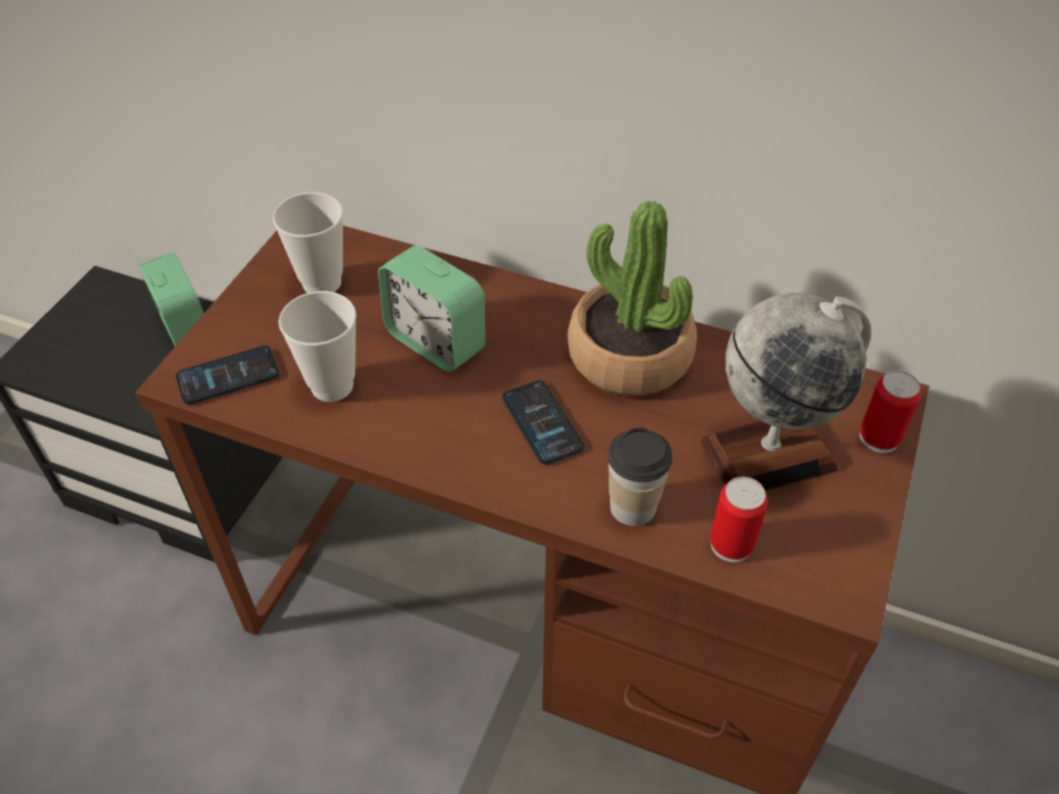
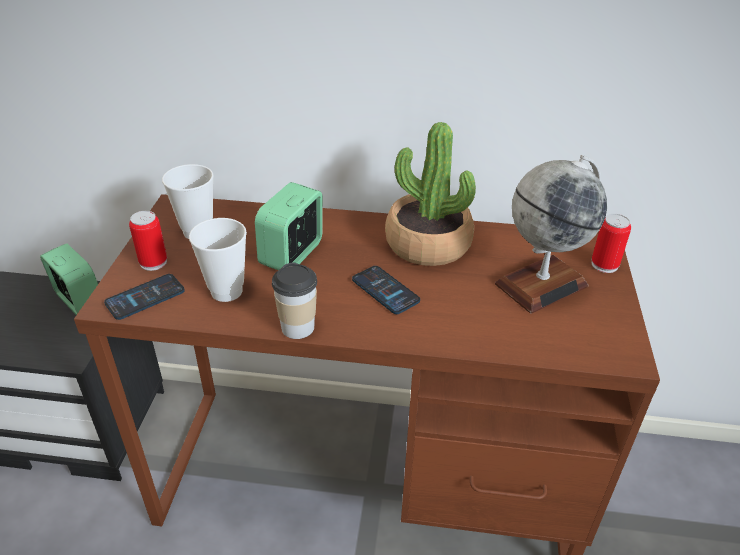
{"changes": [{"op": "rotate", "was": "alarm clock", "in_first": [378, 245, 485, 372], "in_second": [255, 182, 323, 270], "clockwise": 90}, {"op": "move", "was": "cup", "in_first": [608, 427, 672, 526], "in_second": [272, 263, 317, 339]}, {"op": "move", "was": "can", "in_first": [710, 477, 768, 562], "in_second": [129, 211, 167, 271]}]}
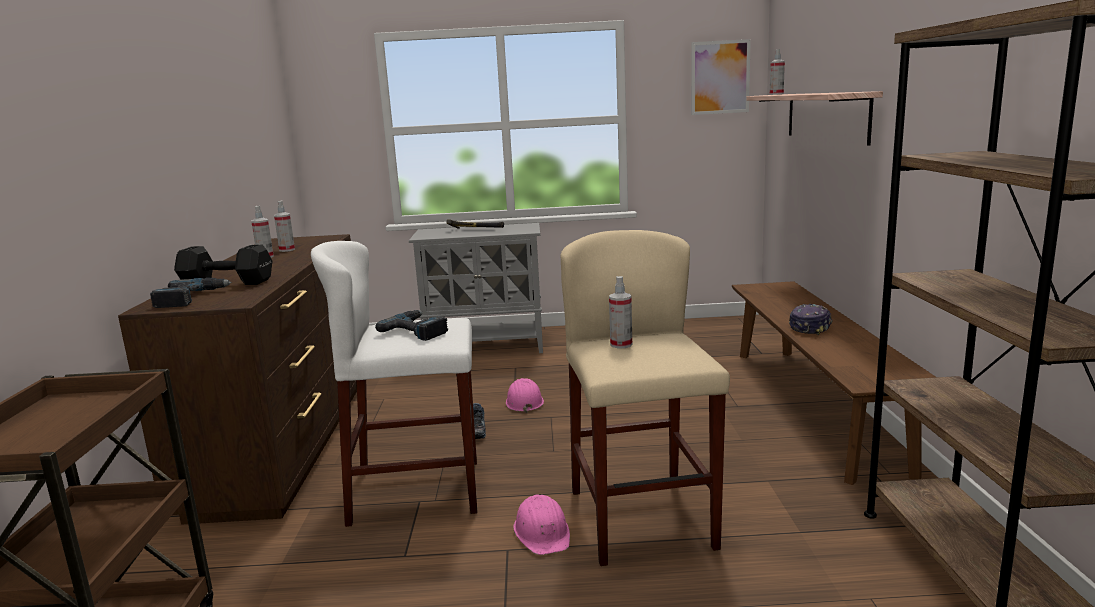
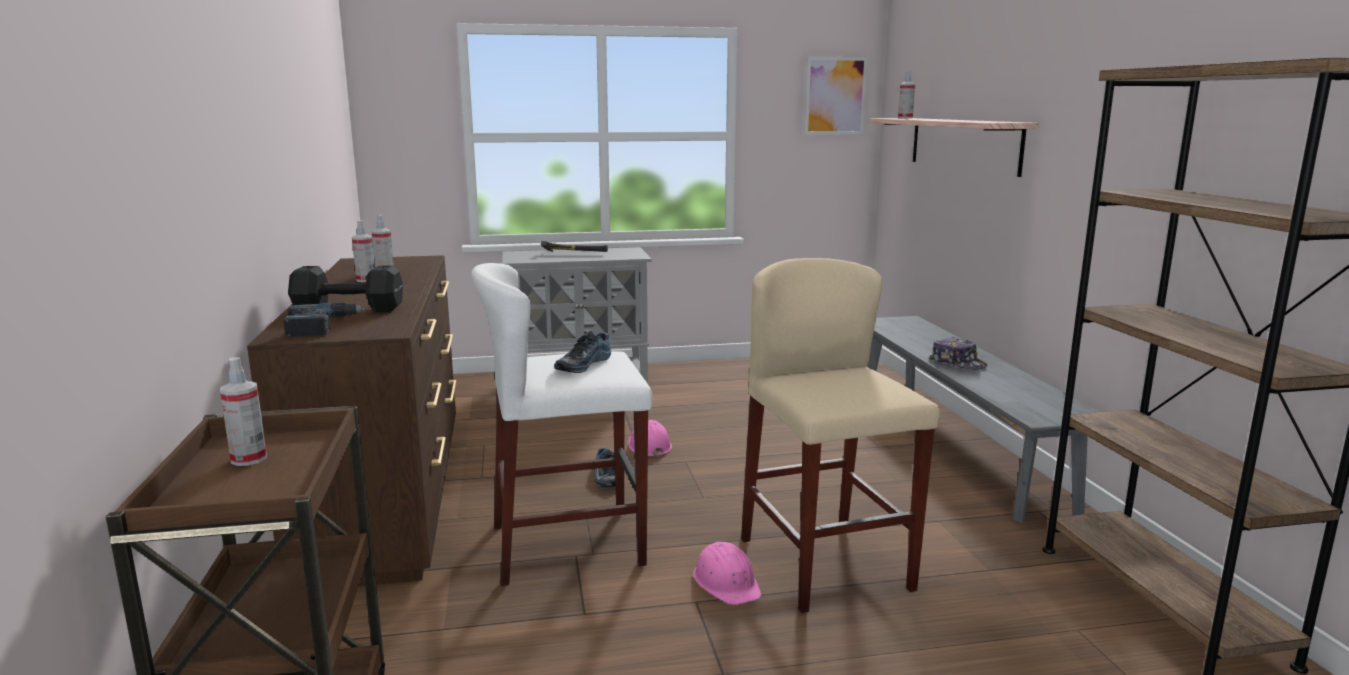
{"changes": [{"op": "replace", "was": "power drill", "now": "shoe", "in_first": [375, 310, 448, 341], "in_second": [554, 330, 611, 373]}, {"op": "move", "was": "spray bottle", "in_first": [609, 276, 632, 348], "in_second": [220, 357, 267, 466]}, {"op": "recolor", "was": "brown bench", "now": "grey bench", "in_first": [732, 281, 936, 485], "in_second": [868, 316, 1102, 523]}, {"op": "rotate", "was": "cap", "in_first": [789, 304, 833, 335], "in_second": [930, 337, 987, 370], "clockwise": 120}]}
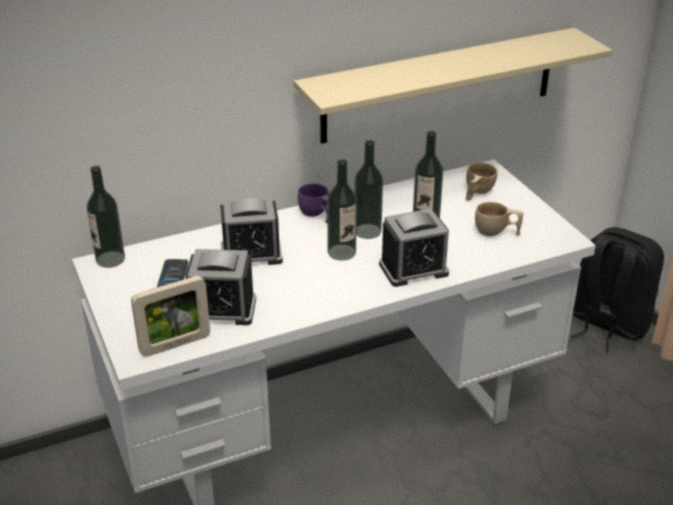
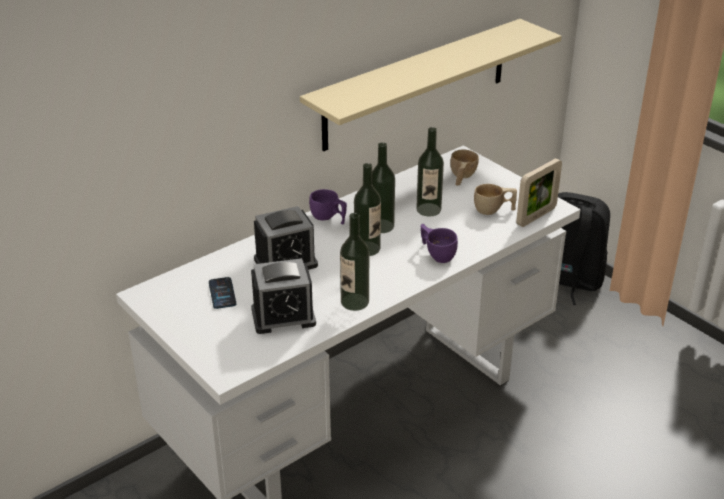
{"changes": [{"op": "move", "was": "bottle", "in_first": [87, 166, 125, 268], "in_second": [340, 213, 369, 311]}, {"op": "move", "was": "picture frame", "in_first": [131, 276, 210, 357], "in_second": [516, 158, 562, 227]}, {"op": "replace", "was": "alarm clock", "now": "purple cup", "in_first": [379, 209, 449, 287], "in_second": [421, 224, 458, 263]}]}
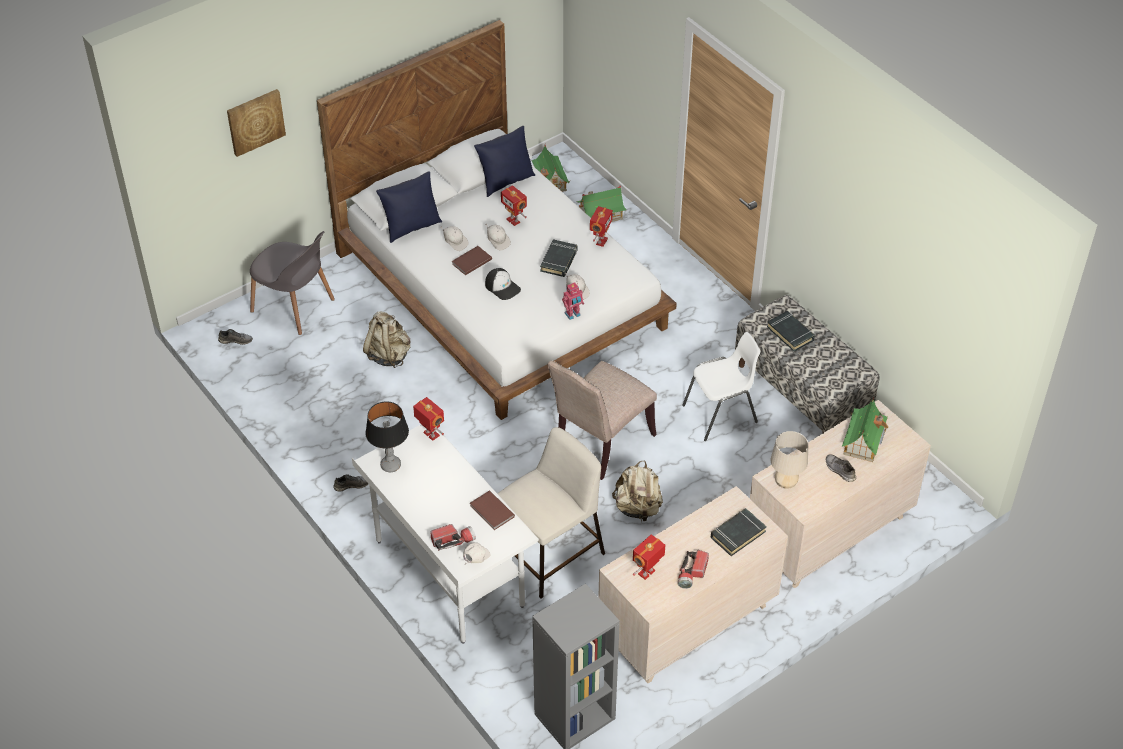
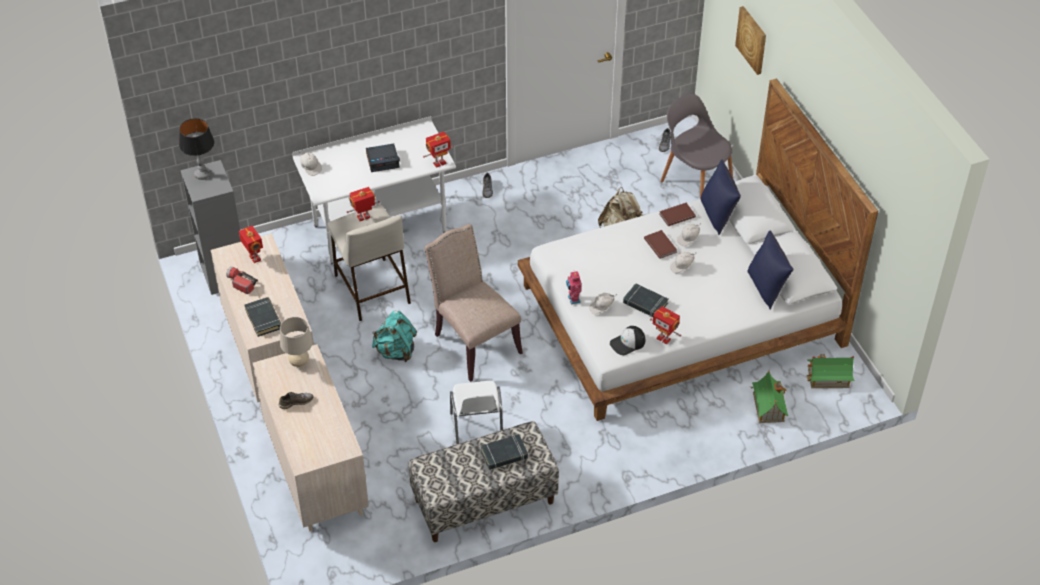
{"changes": [{"op": "rotate", "was": "grey chair", "in_first": [250, 231, 335, 335], "in_second": [660, 94, 733, 199], "clockwise": 90}, {"op": "move", "was": "table lamp", "in_first": [365, 401, 409, 472], "in_second": [179, 118, 214, 180]}, {"op": "delete", "was": "flashlight", "in_first": [430, 524, 476, 551]}, {"op": "move", "was": "brown book", "in_first": [470, 491, 515, 530], "in_second": [659, 203, 696, 226]}, {"op": "move", "was": "cap", "in_first": [485, 268, 521, 300], "in_second": [610, 326, 645, 355]}, {"op": "move", "was": "toy robot", "in_first": [501, 185, 527, 226], "in_second": [347, 187, 380, 221]}, {"op": "recolor", "was": "beige backpack", "now": "turquoise backpack", "in_first": [612, 460, 663, 522], "in_second": [372, 311, 417, 362]}, {"op": "delete", "was": "toy house", "in_first": [842, 398, 888, 462]}, {"op": "insert", "now": "alarm clock", "in_second": [366, 144, 400, 172]}]}
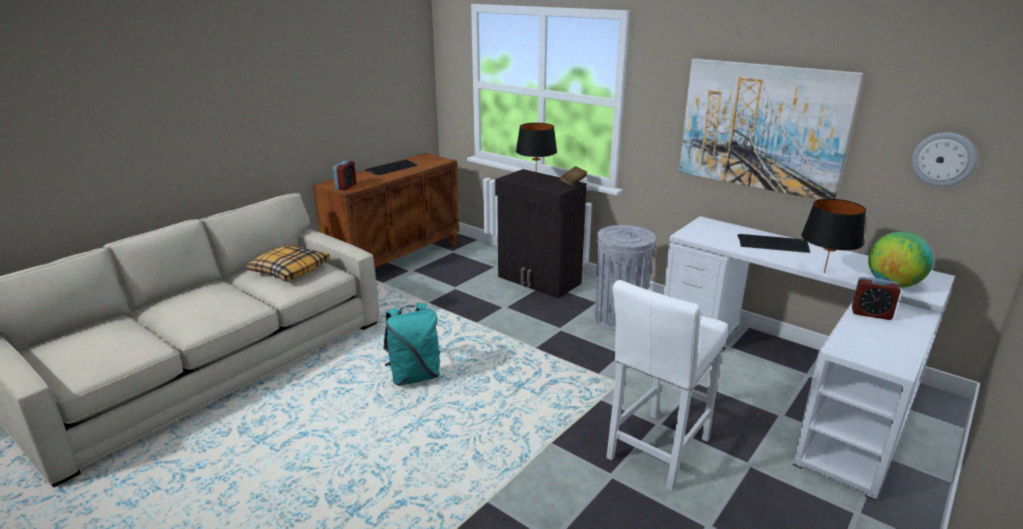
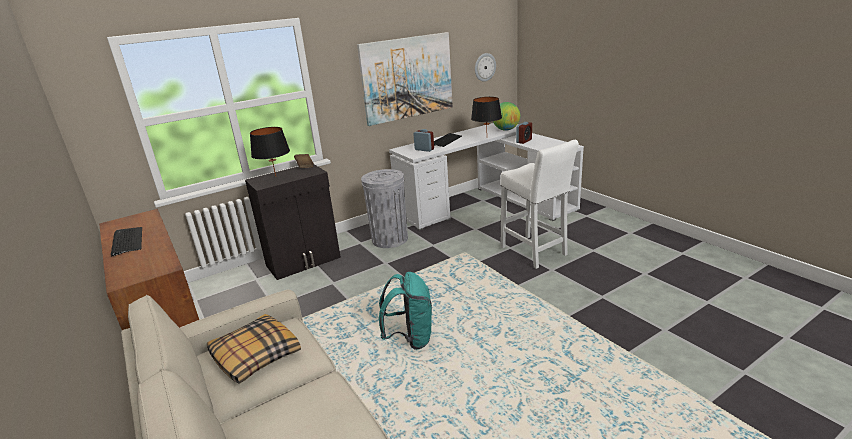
{"changes": [{"op": "move", "was": "alarm clock", "in_first": [333, 161, 356, 191], "in_second": [413, 129, 434, 152]}]}
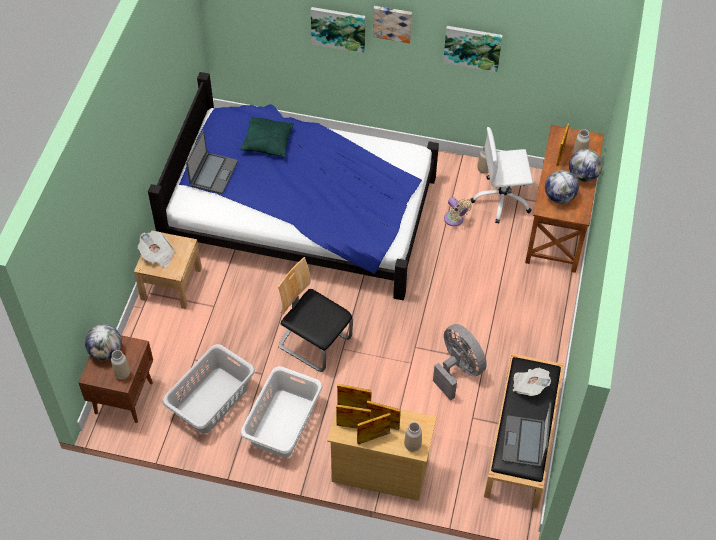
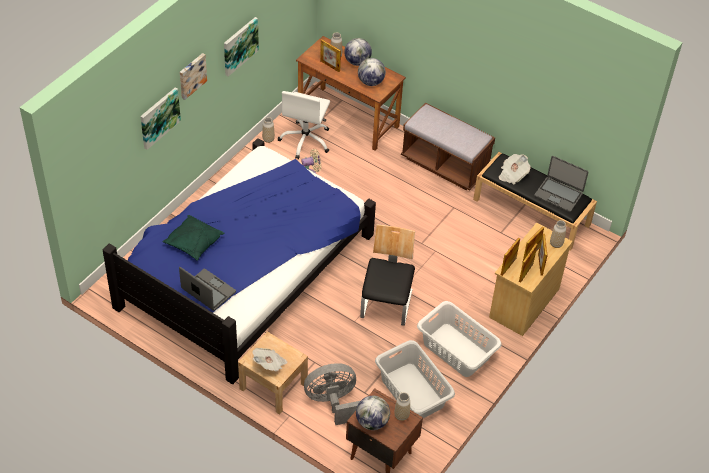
{"changes": [{"op": "rotate", "was": "chair", "in_first": [278, 257, 353, 372], "in_second": [360, 224, 415, 326], "clockwise": 135}, {"op": "move", "was": "grey fan", "in_first": [433, 324, 487, 401], "in_second": [304, 363, 360, 425]}, {"op": "insert", "now": "brown bench", "in_second": [401, 103, 495, 190]}]}
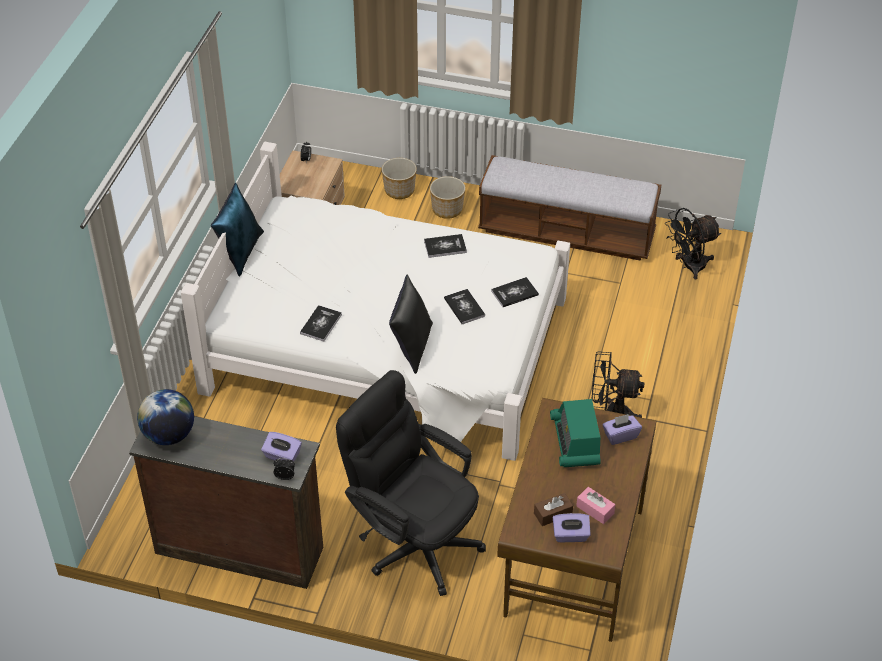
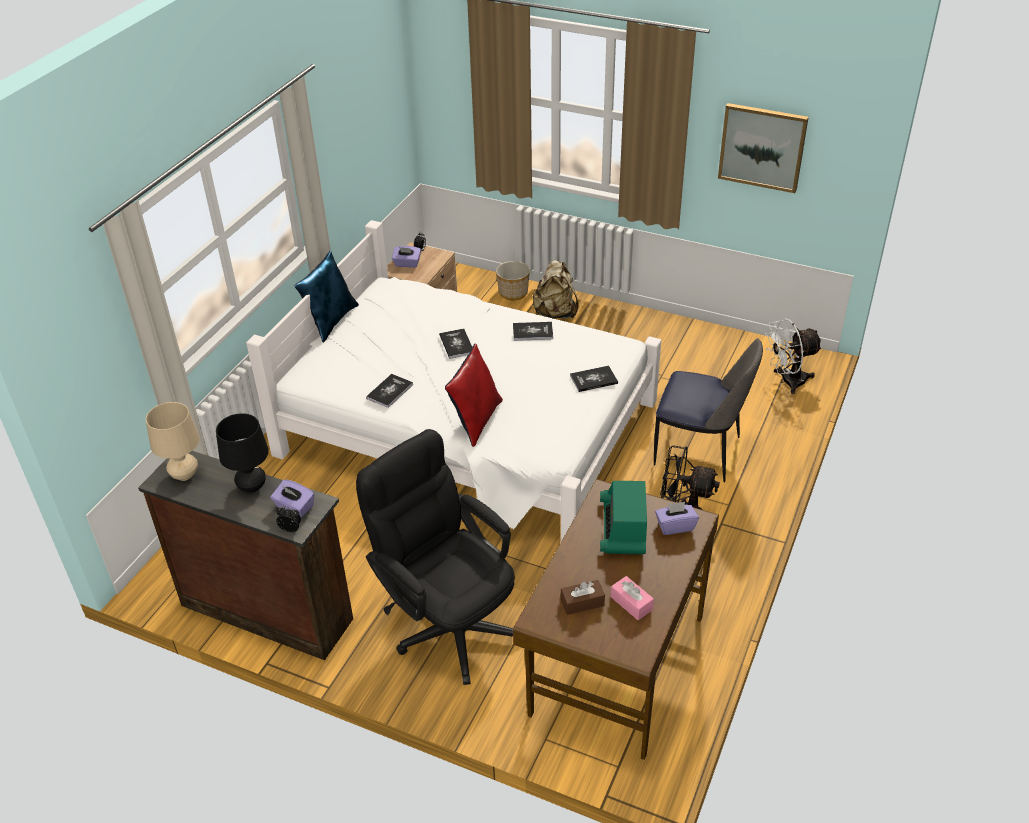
{"changes": [{"op": "replace", "was": "globe", "now": "beige table lamp", "in_first": [137, 389, 194, 445], "in_second": [146, 402, 200, 481]}, {"op": "recolor", "was": "black pillow", "now": "red pillow", "in_first": [389, 275, 433, 374], "in_second": [445, 343, 503, 447]}, {"op": "replace", "was": "planter", "now": "beige backpack", "in_first": [430, 176, 465, 219], "in_second": [532, 260, 579, 318]}, {"op": "move", "was": "book", "in_first": [444, 289, 485, 324], "in_second": [439, 329, 472, 359]}, {"op": "delete", "was": "bench", "in_first": [478, 155, 661, 261]}, {"op": "move", "was": "purple tissue box", "in_first": [553, 513, 591, 542], "in_second": [392, 246, 421, 268]}, {"op": "recolor", "was": "black fan", "now": "white fan", "in_first": [665, 208, 721, 279], "in_second": [765, 318, 823, 394]}, {"op": "insert", "now": "black table lamp", "in_second": [216, 413, 269, 493]}, {"op": "insert", "now": "chair", "in_second": [654, 338, 763, 482]}, {"op": "insert", "now": "picture", "in_second": [718, 103, 809, 193]}]}
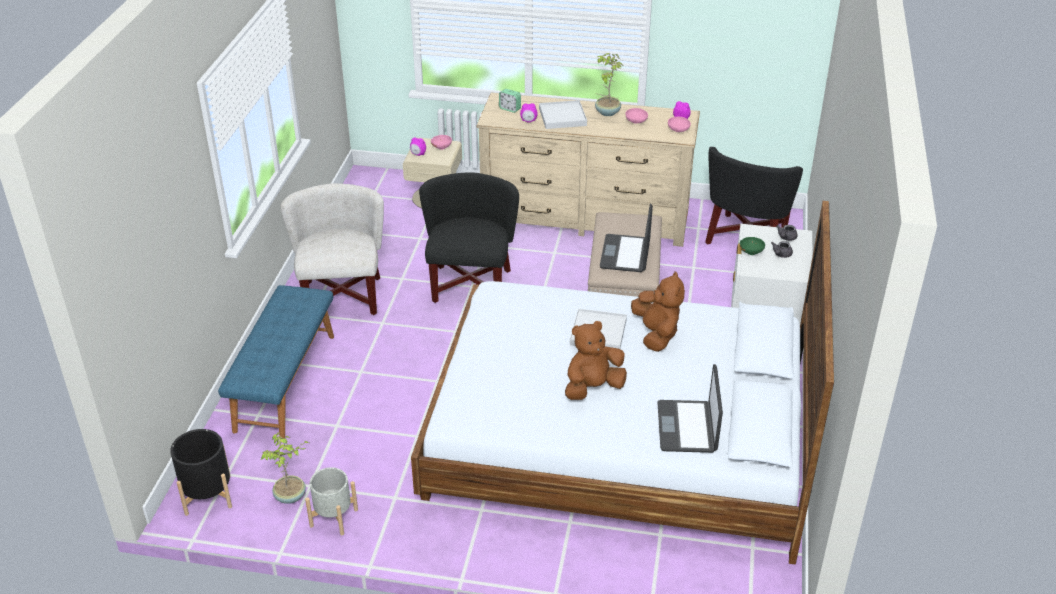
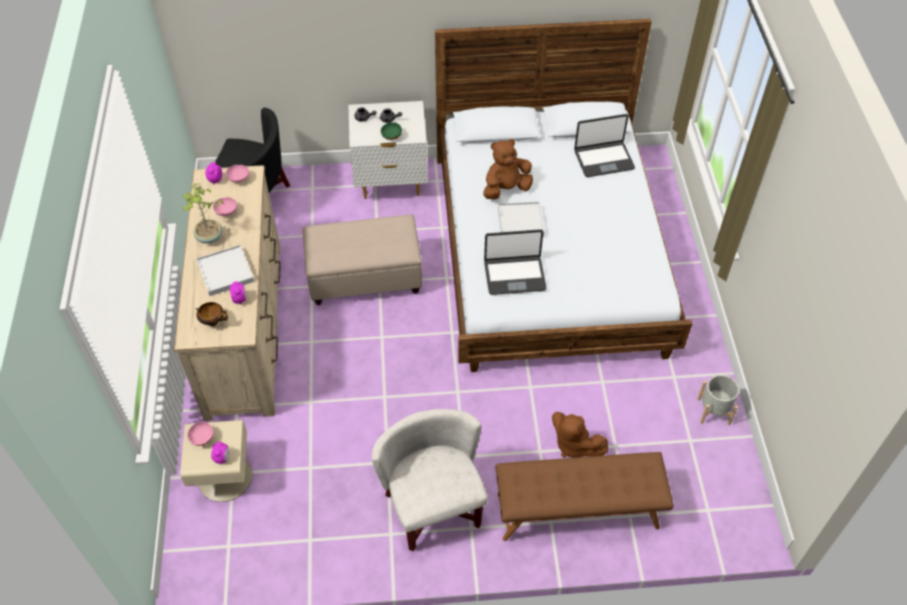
{"changes": [{"op": "delete", "was": "black planter", "in_first": [170, 429, 232, 516]}, {"op": "recolor", "was": "blue bench", "now": "brown bench", "in_first": [218, 285, 334, 438], "in_second": [496, 452, 674, 541]}, {"op": "delete", "was": "potted plant", "in_first": [261, 432, 309, 504]}, {"op": "rotate", "was": "white armchair", "in_first": [281, 183, 384, 315], "in_second": [372, 409, 488, 551], "clockwise": 90}, {"op": "delete", "was": "black armchair", "in_first": [419, 172, 519, 303]}, {"op": "replace", "was": "alarm clock", "now": "bowl", "in_first": [499, 89, 521, 113], "in_second": [196, 302, 228, 326]}, {"op": "move", "was": "brown plush toy", "in_first": [565, 321, 627, 400], "in_second": [552, 412, 608, 458]}, {"op": "move", "was": "laptop", "in_first": [600, 204, 653, 272], "in_second": [484, 229, 547, 295]}]}
